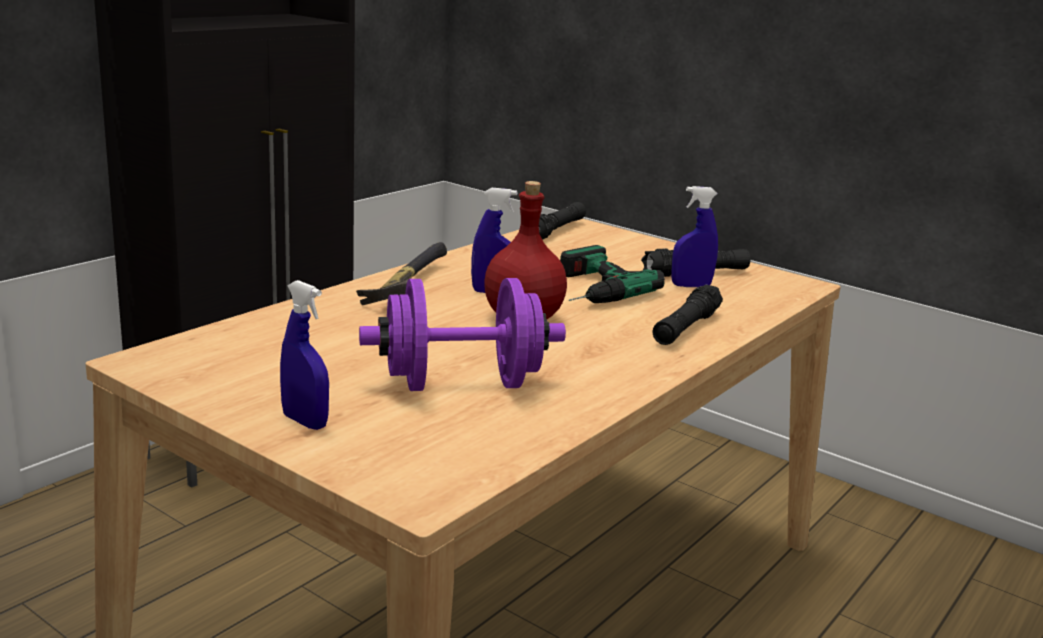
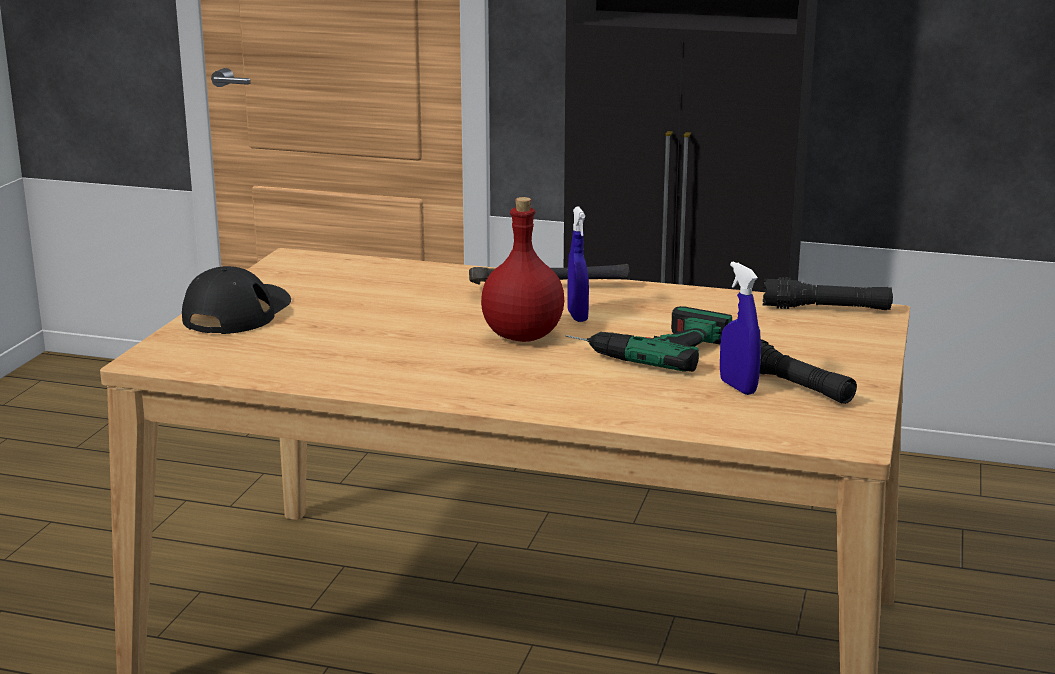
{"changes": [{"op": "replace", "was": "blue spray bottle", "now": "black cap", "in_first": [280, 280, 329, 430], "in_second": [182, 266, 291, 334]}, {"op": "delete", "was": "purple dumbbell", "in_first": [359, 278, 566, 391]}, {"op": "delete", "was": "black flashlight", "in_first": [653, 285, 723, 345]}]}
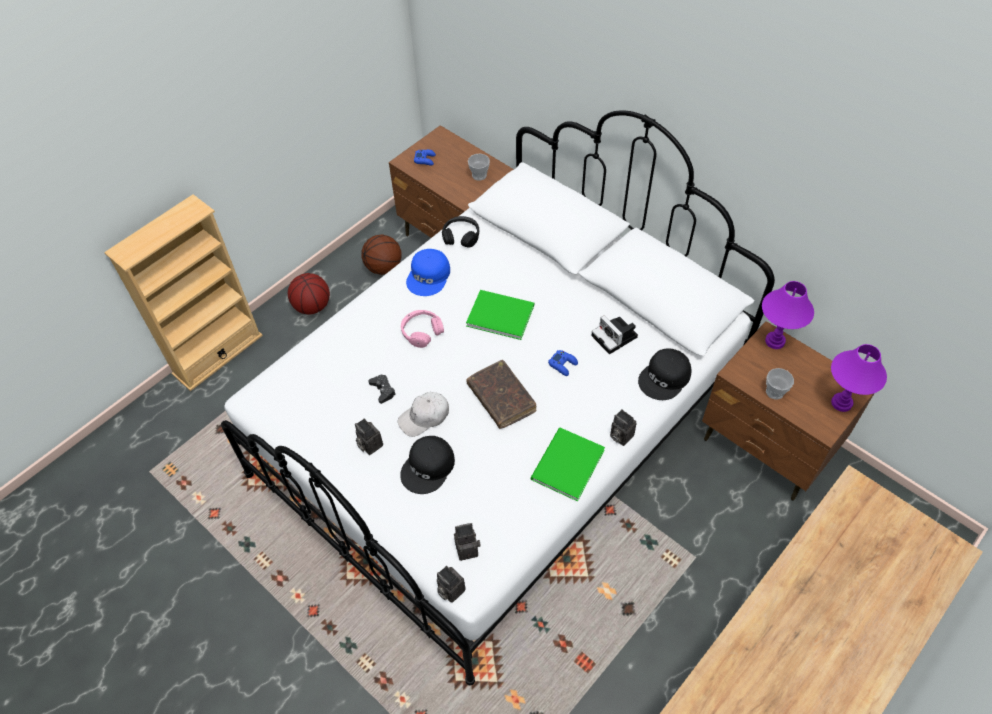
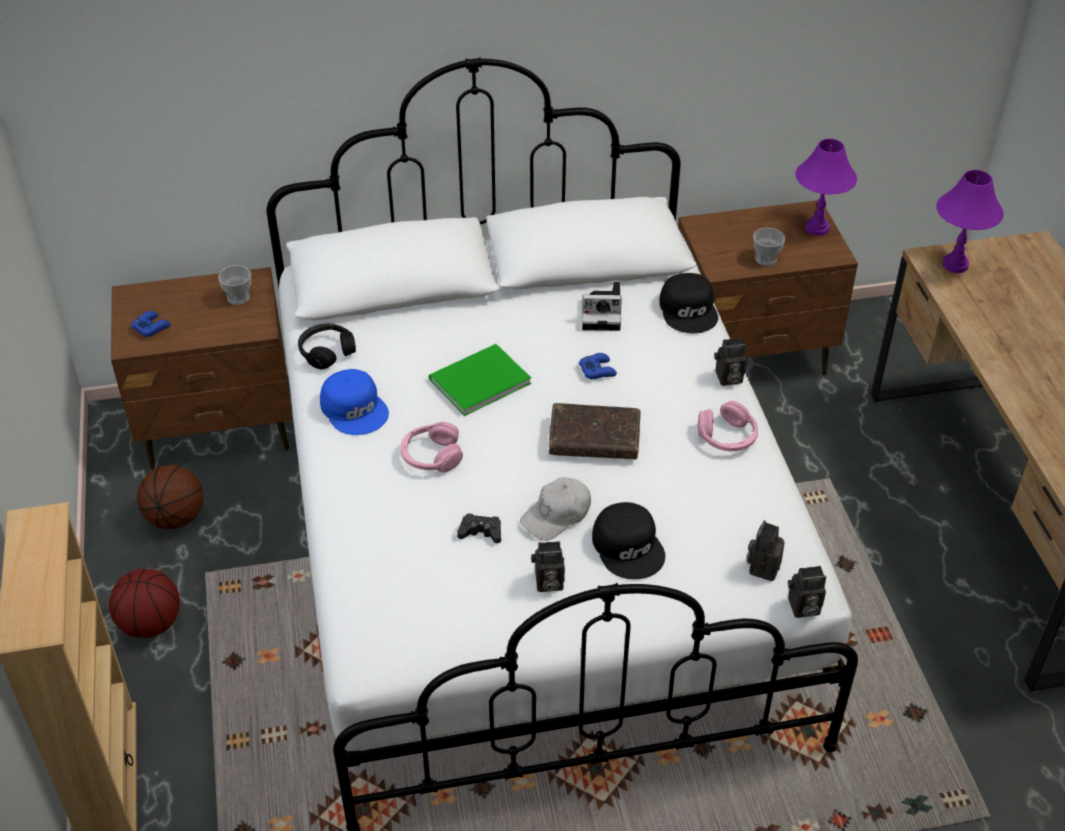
{"changes": [{"op": "rotate", "was": "white cap", "in_first": [398, 392, 449, 437], "in_second": [520, 477, 591, 541], "clockwise": 45}, {"op": "replace", "was": "green book", "now": "pink headphones", "in_first": [531, 428, 605, 502], "in_second": [698, 401, 758, 451]}, {"op": "move", "was": "purple table lamp", "in_first": [762, 281, 814, 349], "in_second": [936, 170, 1004, 273]}]}
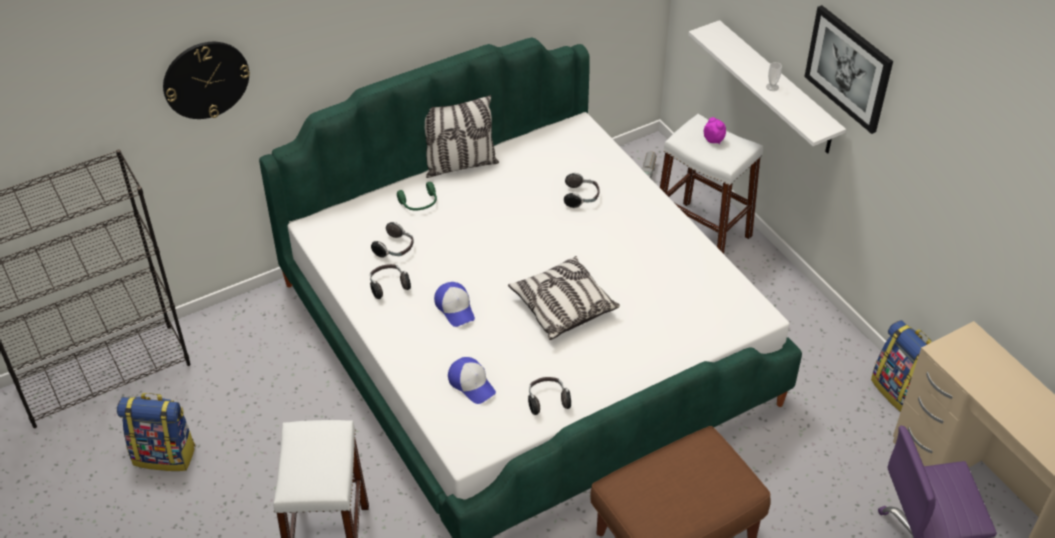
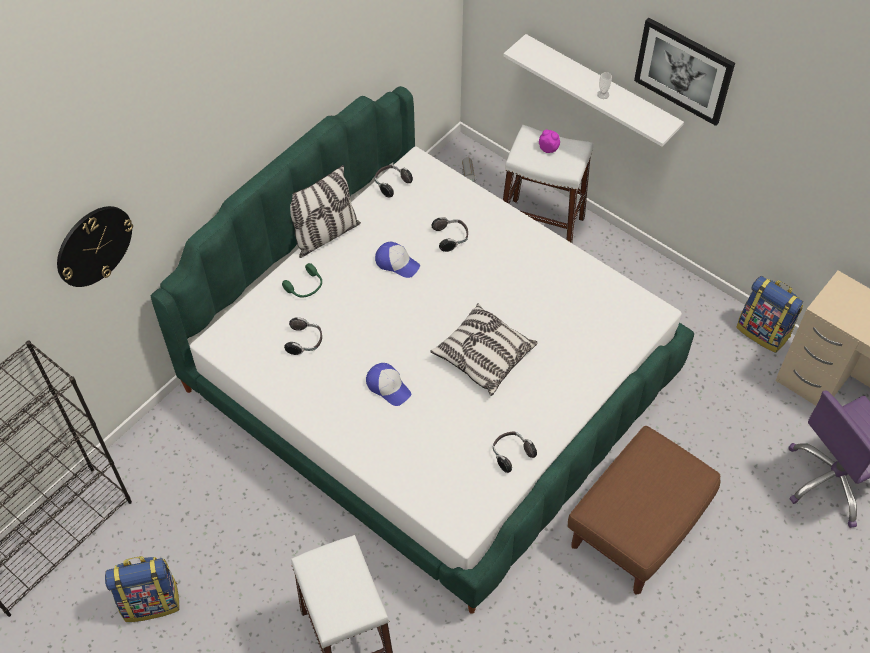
{"changes": [{"op": "move", "was": "headphones", "in_first": [370, 264, 411, 299], "in_second": [374, 165, 413, 198]}, {"op": "move", "was": "cap", "in_first": [448, 357, 496, 404], "in_second": [375, 242, 421, 278]}]}
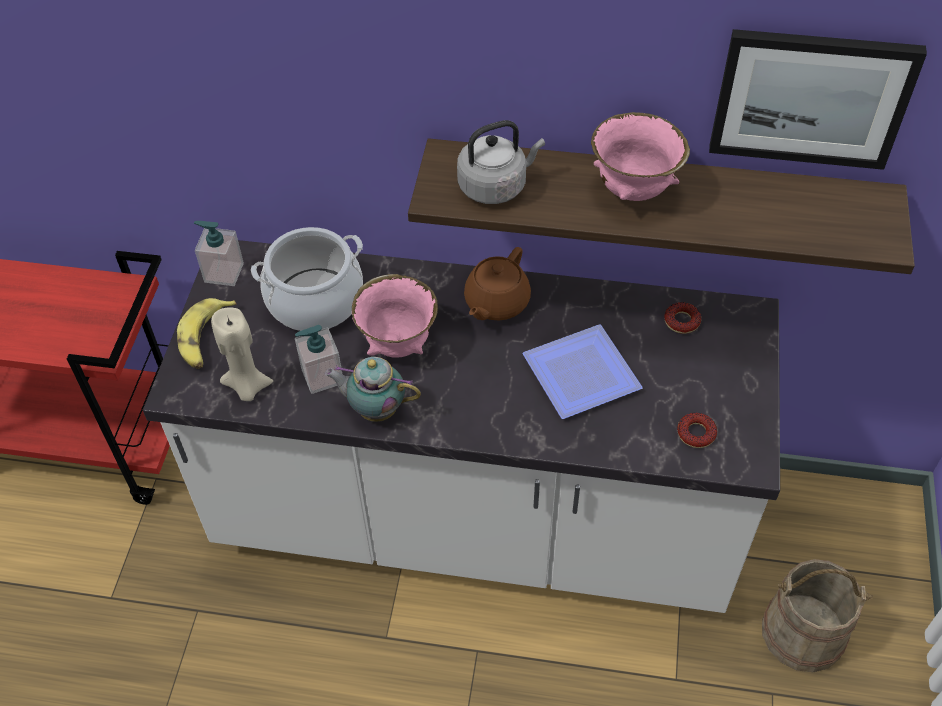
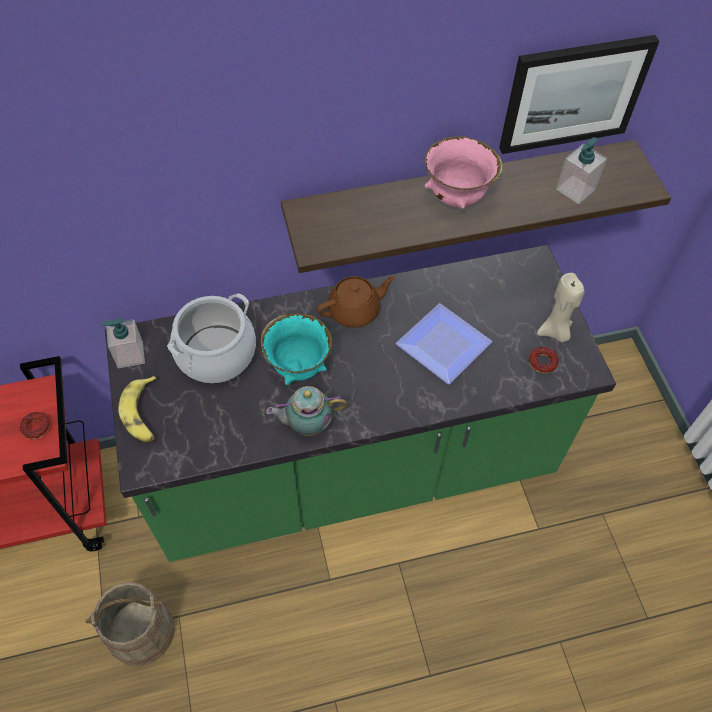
{"changes": [{"op": "recolor", "was": "white counter", "now": "green counter", "in_first": [143, 240, 780, 613], "in_second": [105, 245, 616, 562]}, {"op": "move", "was": "beige candle", "in_first": [211, 307, 273, 401], "in_second": [537, 273, 585, 342]}, {"op": "move", "was": "soap dispenser", "in_first": [295, 325, 343, 394], "in_second": [556, 137, 607, 204]}, {"op": "recolor", "was": "pink bowl", "now": "turquoise bowl", "in_first": [352, 274, 438, 358], "in_second": [261, 313, 332, 385]}, {"op": "delete", "was": "grey kettle", "in_first": [457, 120, 545, 204]}, {"op": "rotate", "was": "brown teapot", "in_first": [464, 247, 531, 320], "in_second": [317, 276, 396, 328], "clockwise": -120}, {"op": "move", "was": "donut", "in_first": [664, 302, 701, 334], "in_second": [20, 412, 50, 439]}, {"op": "move", "was": "beige bucket", "in_first": [762, 559, 873, 672], "in_second": [85, 582, 175, 667]}]}
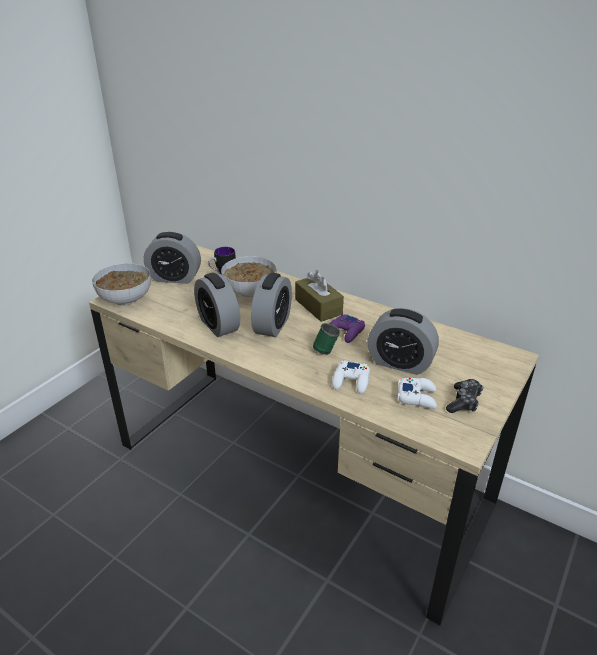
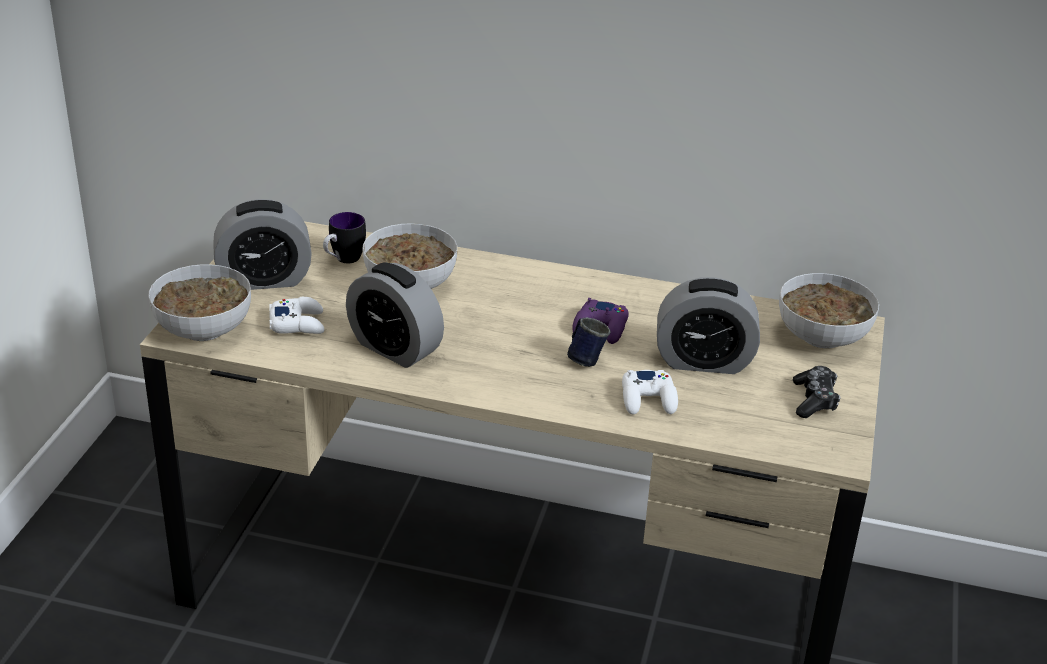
{"changes": [{"op": "delete", "was": "alarm clock", "in_first": [251, 273, 292, 337]}, {"op": "delete", "was": "brown tissue box", "in_first": [295, 270, 344, 322]}, {"op": "recolor", "was": "green mug", "now": "blue mug", "in_first": [313, 323, 340, 355], "in_second": [567, 317, 610, 367]}, {"op": "move", "was": "white game controller", "in_first": [398, 378, 437, 409], "in_second": [269, 297, 325, 334]}, {"op": "insert", "now": "bowl", "in_second": [779, 273, 879, 348]}]}
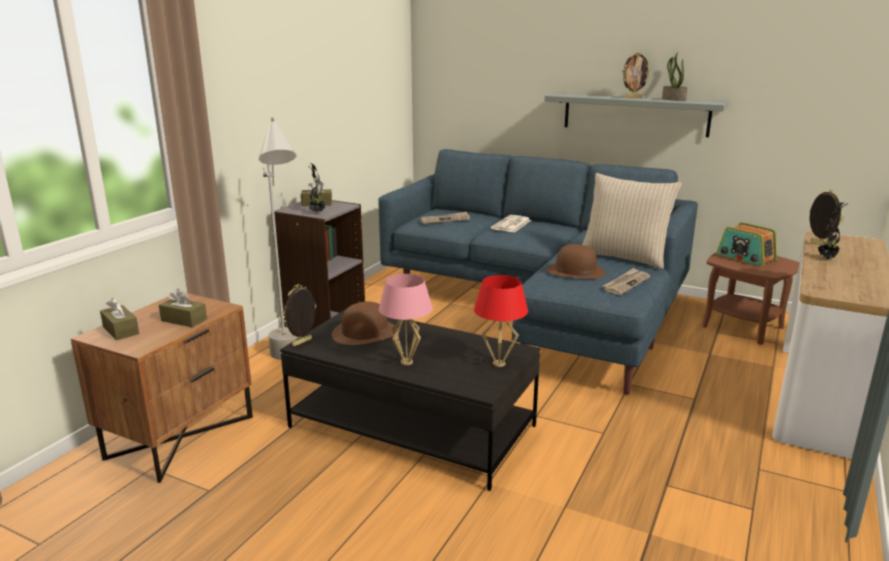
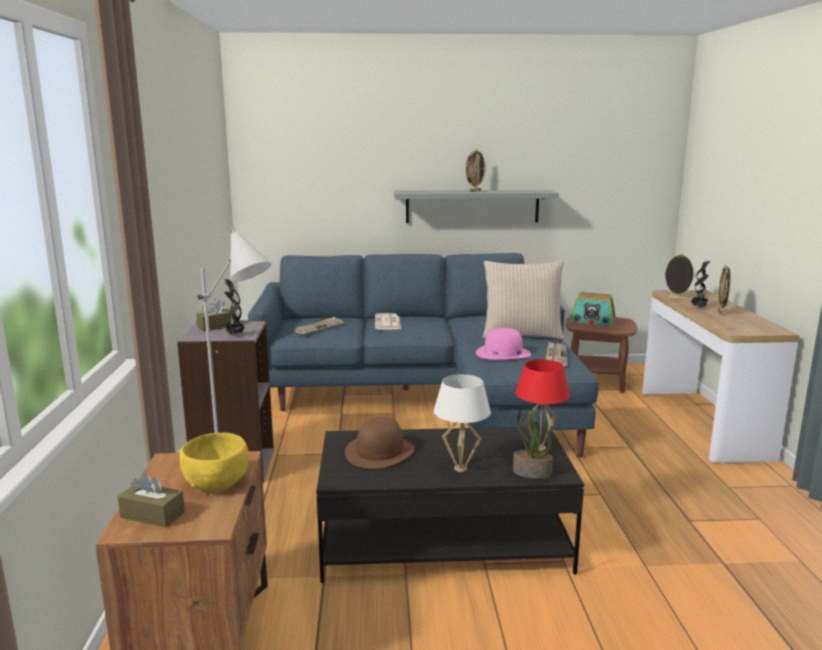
{"changes": [{"op": "replace", "was": "brown tissue box", "now": "yellow bowl", "in_first": [159, 289, 207, 328], "in_second": [178, 433, 249, 491]}, {"op": "move", "was": "picture frame", "in_first": [282, 284, 316, 346], "in_second": [718, 264, 730, 316]}, {"op": "recolor", "was": "pink table lamp", "now": "white table lamp", "in_first": [379, 274, 433, 365], "in_second": [434, 374, 491, 472]}, {"op": "recolor", "was": "brown hat", "now": "pink hat", "in_first": [547, 244, 605, 279], "in_second": [476, 328, 531, 359]}, {"op": "move", "was": "potted plant", "in_first": [662, 52, 687, 101], "in_second": [513, 407, 553, 479]}]}
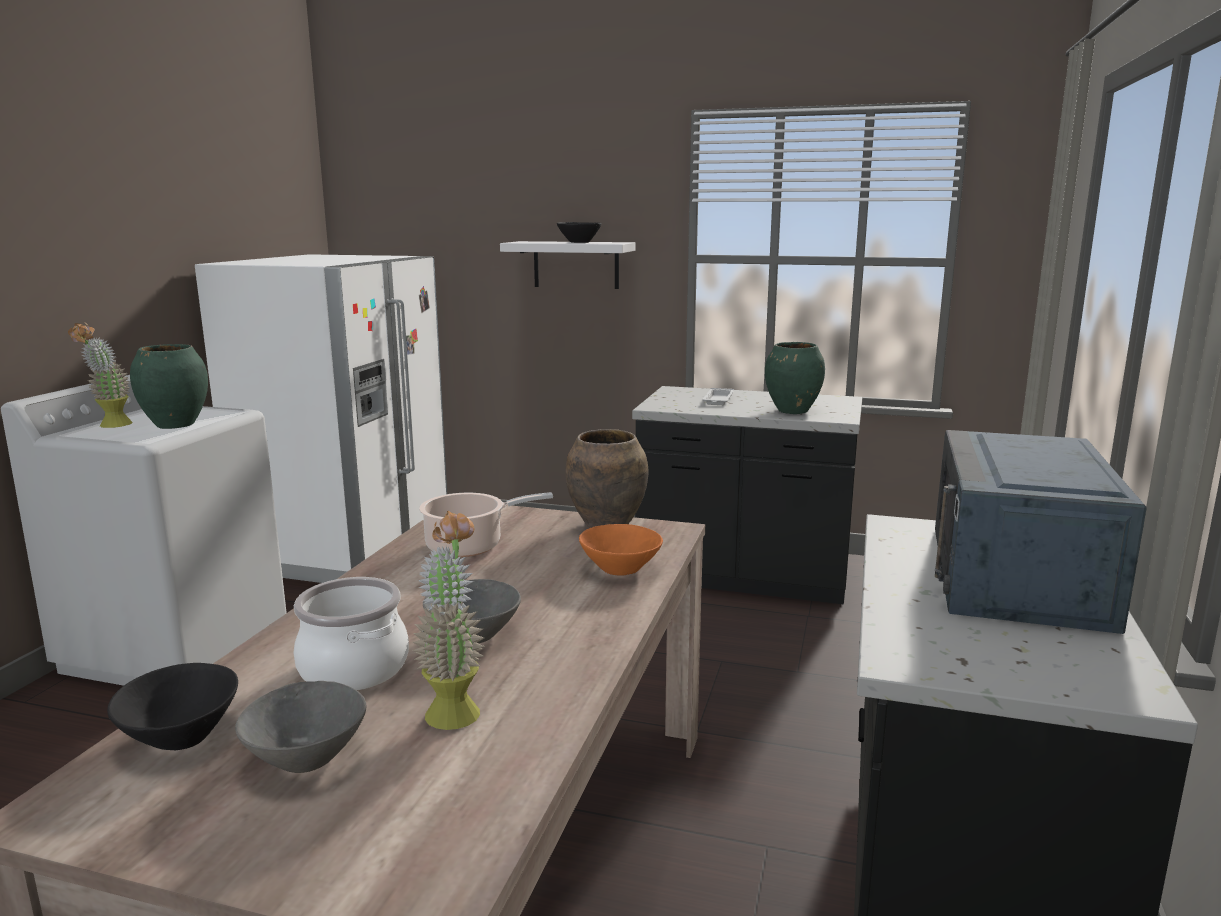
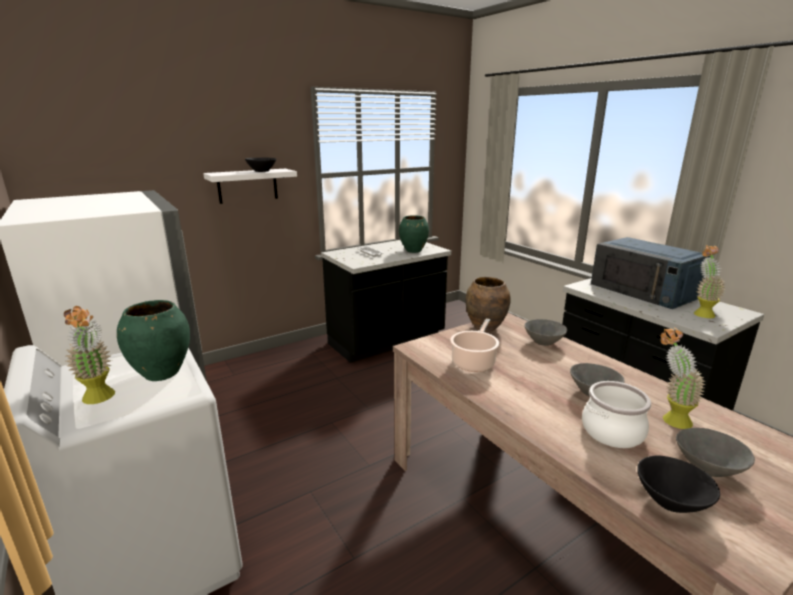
{"changes": [{"op": "recolor", "was": "orange bowl", "now": "grey bowl", "in_first": [579, 524, 663, 576], "in_second": [524, 319, 567, 346]}, {"op": "insert", "now": "potted plant", "in_second": [694, 245, 725, 318]}]}
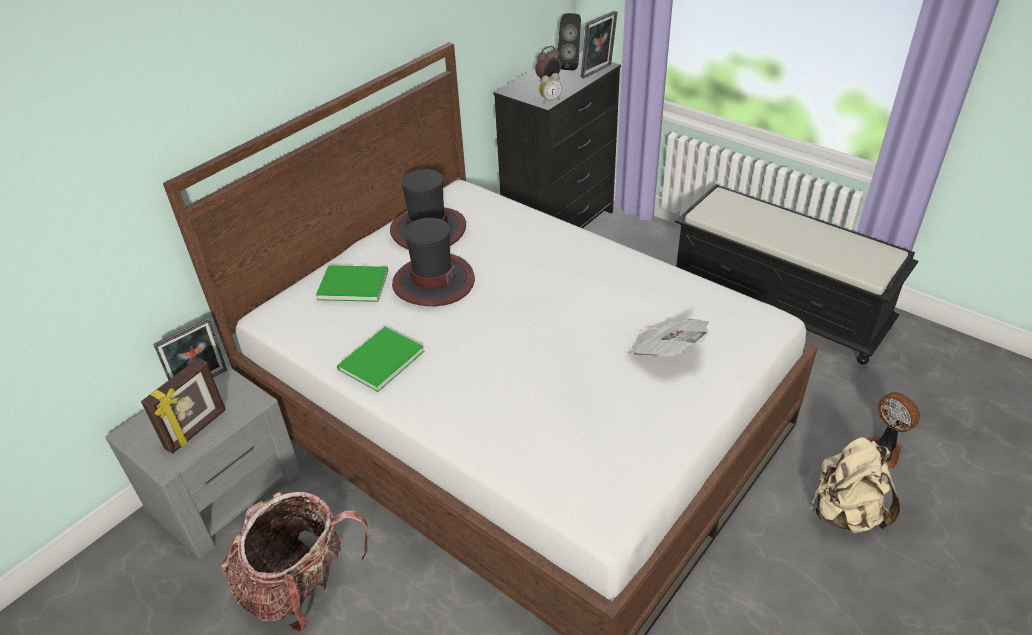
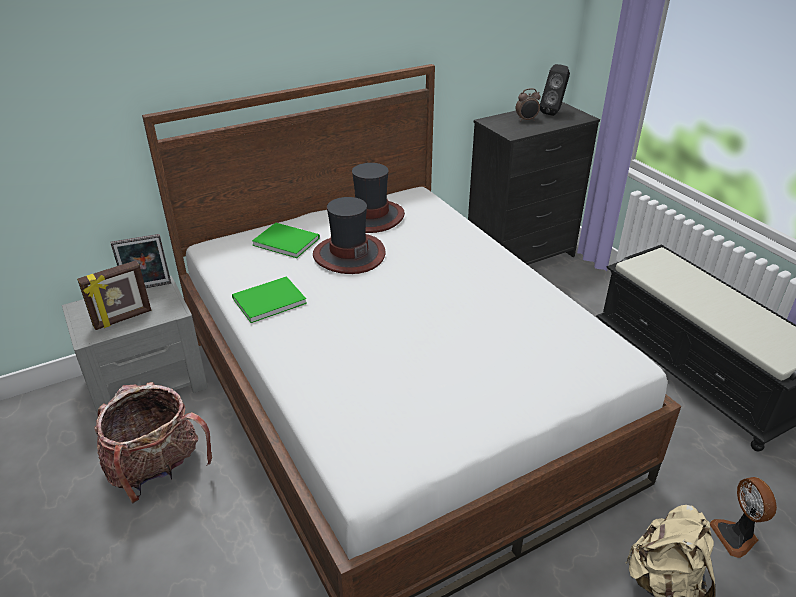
{"changes": [{"op": "delete", "was": "alarm clock", "in_first": [539, 73, 562, 104]}, {"op": "delete", "was": "picture frame", "in_first": [581, 11, 618, 78]}, {"op": "delete", "was": "newspaper", "in_first": [628, 319, 709, 358]}]}
